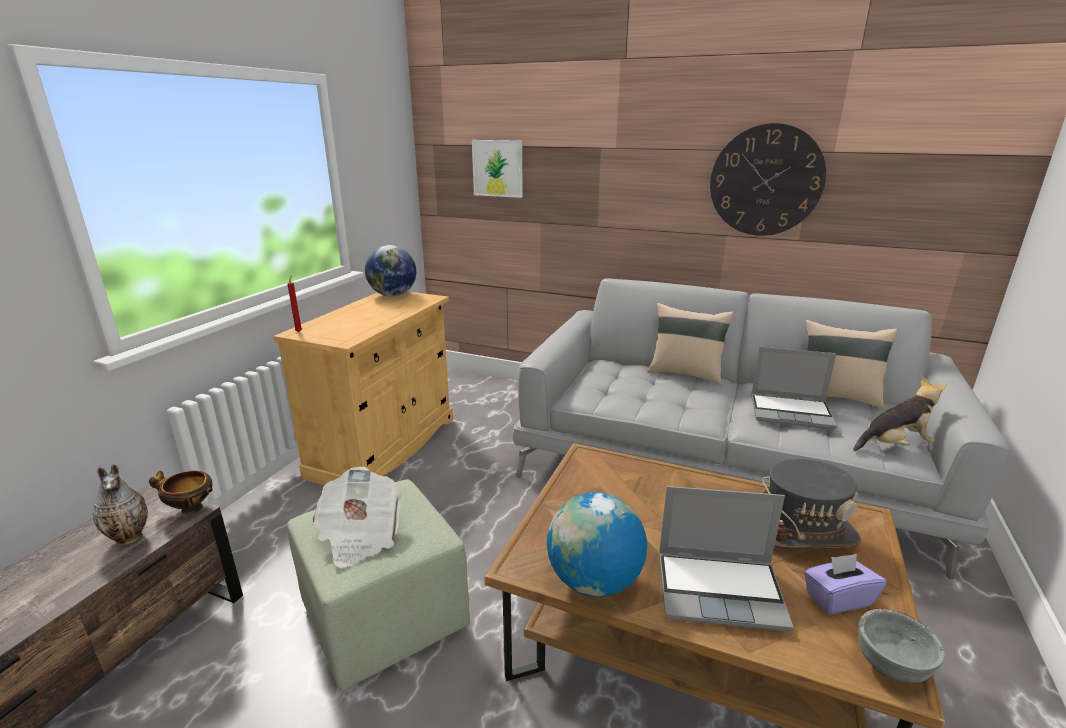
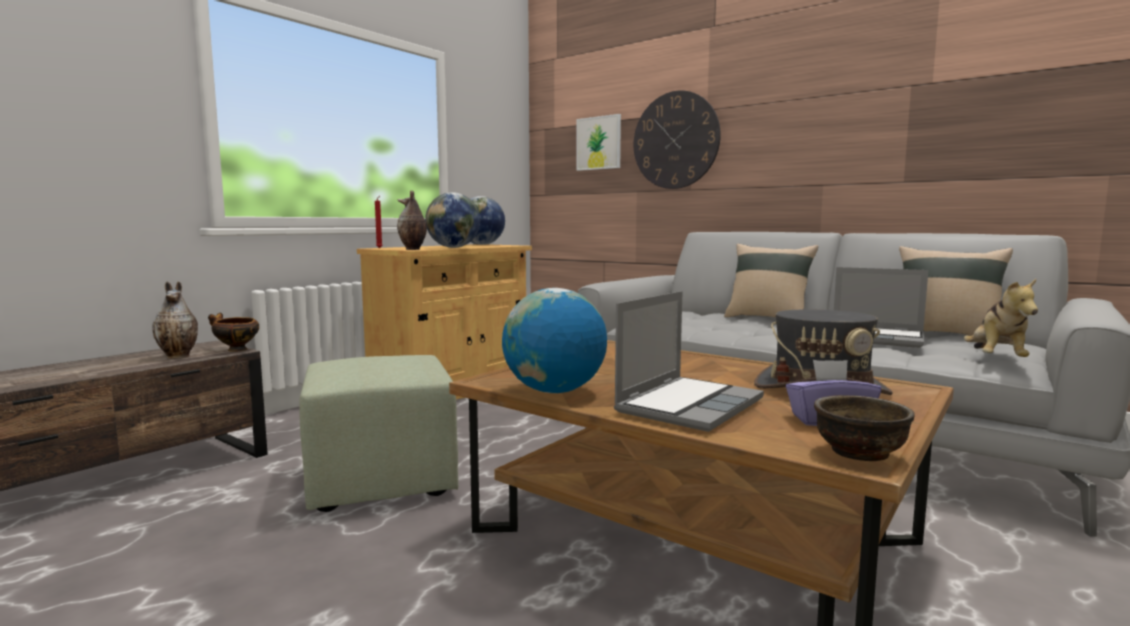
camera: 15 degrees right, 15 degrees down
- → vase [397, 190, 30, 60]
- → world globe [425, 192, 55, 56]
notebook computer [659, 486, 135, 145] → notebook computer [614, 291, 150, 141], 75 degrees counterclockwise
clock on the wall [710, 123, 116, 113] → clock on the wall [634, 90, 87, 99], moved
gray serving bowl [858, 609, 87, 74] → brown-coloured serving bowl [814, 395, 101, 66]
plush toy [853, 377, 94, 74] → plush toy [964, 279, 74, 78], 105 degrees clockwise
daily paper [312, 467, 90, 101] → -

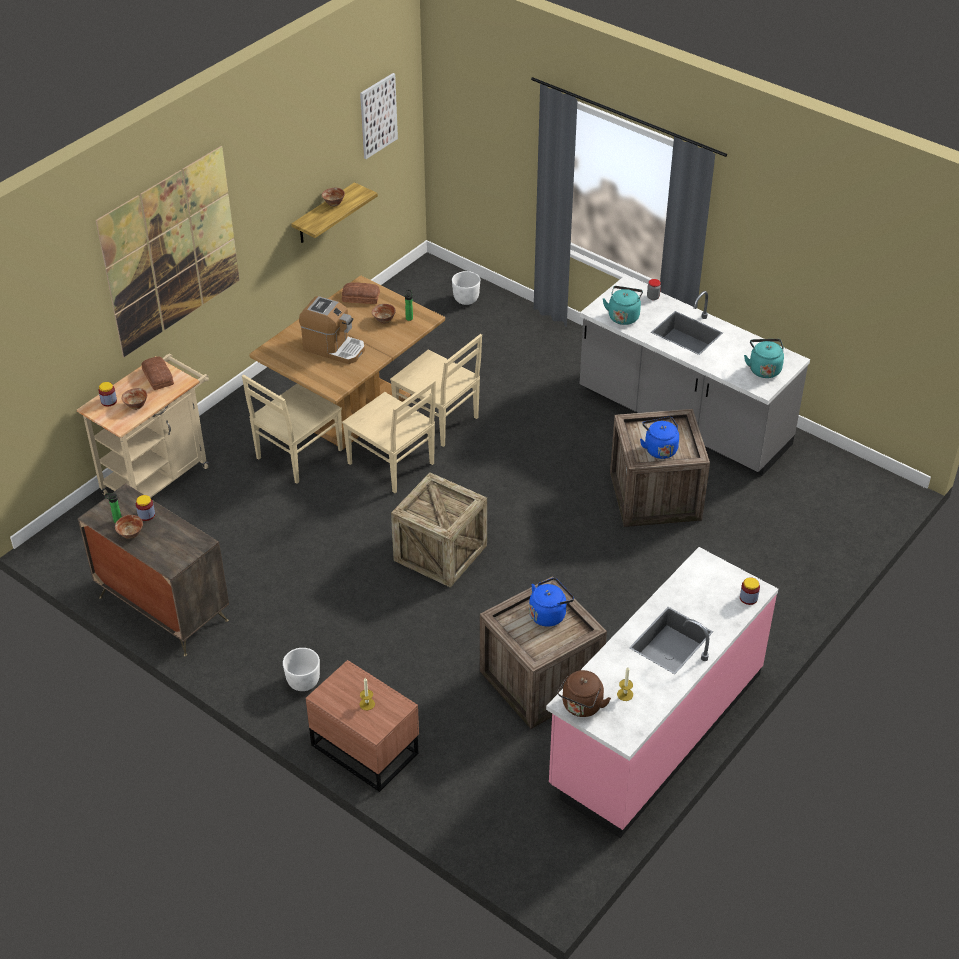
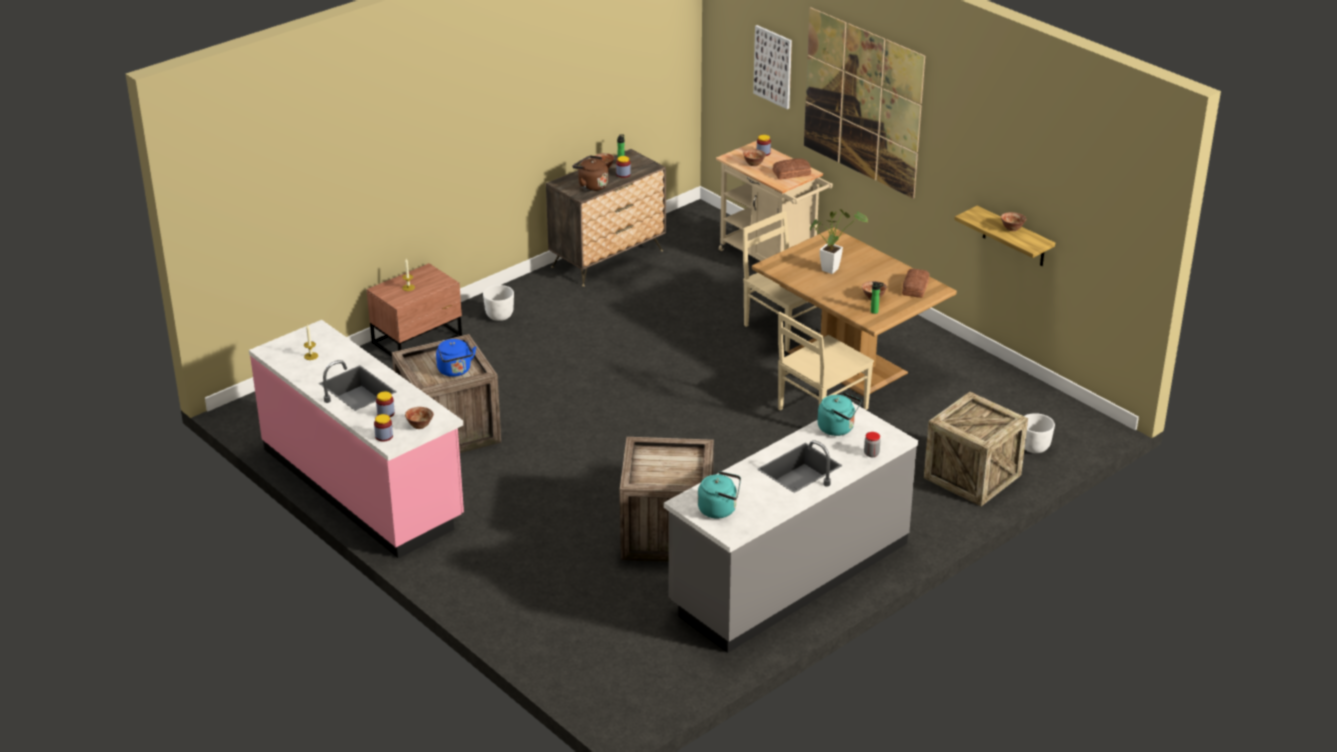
camera: 100 degrees right, 10 degrees down
- → preserve jar [376, 392, 19, 25]
- → serving bowl [405, 407, 29, 22]
brown-coloured tea kettle [558, 670, 53, 47] → brown-coloured tea kettle [572, 156, 37, 35], moved
wall picture [360, 73, 38, 86] → wall picture [753, 25, 39, 84], moved
coffee brewer [299, 296, 66, 68] → plant in a pot [810, 209, 58, 65]
packing crate [391, 472, 96, 116] → packing crate [924, 392, 104, 114], moved
beige-coloured chair [342, 380, 94, 113] → -
bluish tea kettle [640, 417, 39, 42] → -

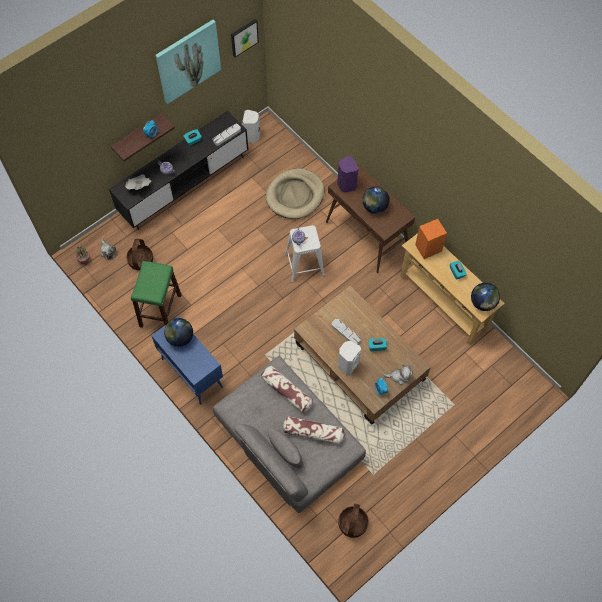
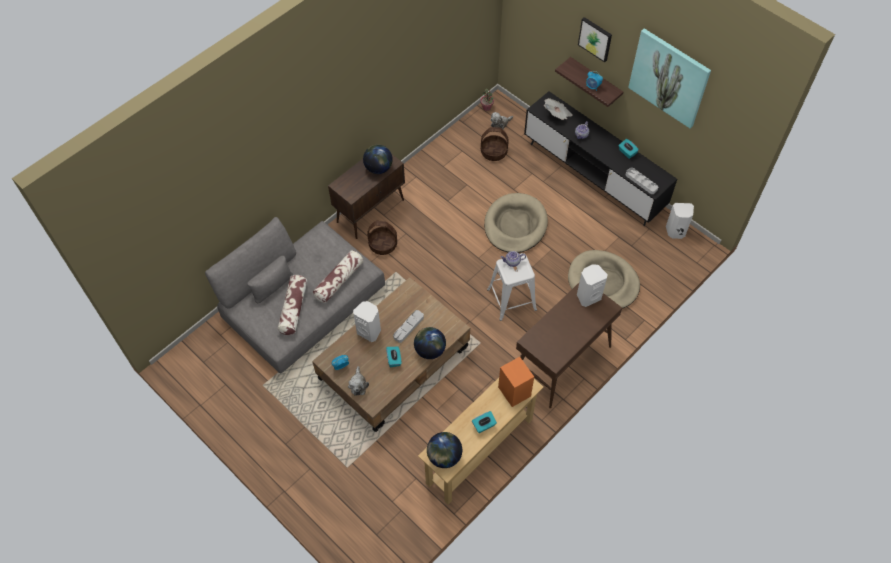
camera: 85 degrees right, 5 degrees down
bluish cupboard [151, 316, 72, 89] → brown-coloured cupboard [328, 155, 77, 84]
household basket [338, 504, 31, 34] → household basket [367, 221, 30, 34], moved
world globe [362, 186, 28, 28] → world globe [414, 327, 32, 32], moved
- → beige-coloured dog bed [484, 193, 64, 60]
purple-coloured audio speaker [337, 156, 22, 37] → white-coloured audio speaker [577, 264, 31, 43]
wall picture [231, 19, 28, 38] → wall picture [578, 17, 34, 45], moved
green stool seat [131, 261, 51, 67] → -

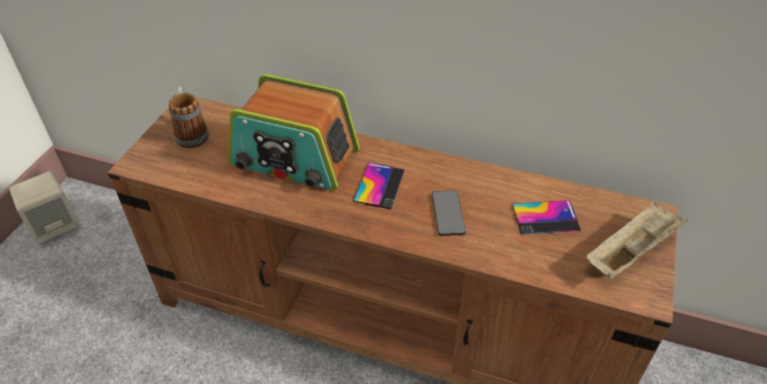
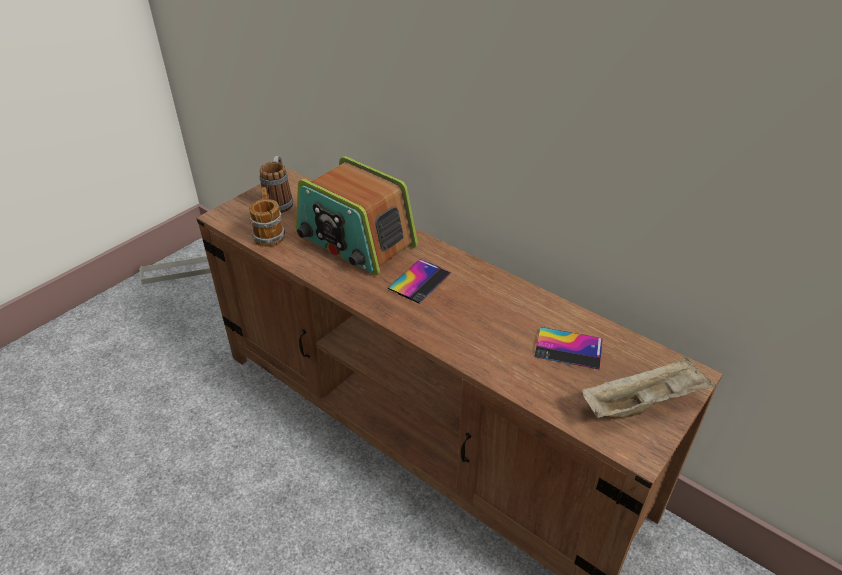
camera: 20 degrees right, 5 degrees down
beige-coloured audio speaker [9, 171, 69, 73] → gray carrying tray [139, 256, 72, 29]
- → mug [249, 187, 36, 60]
telephone [432, 190, 34, 46] → -

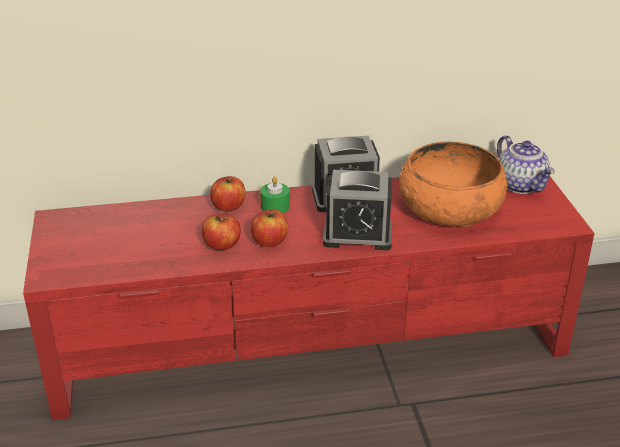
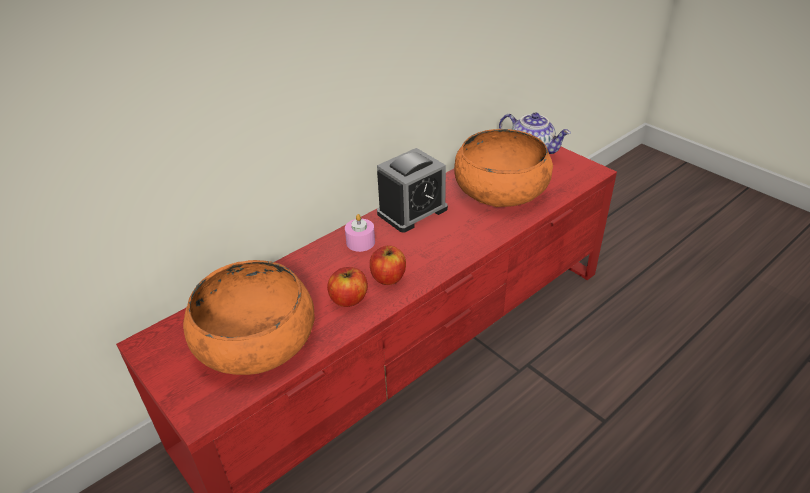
camera: 30 degrees left, 5 degrees up
- → orange serving bowl [183, 260, 131, 115]
green wax candle [260, 176, 30, 37] → pink wax candle [345, 214, 30, 38]
apple [210, 176, 36, 36] → -
table clock [323, 170, 69, 80] → -

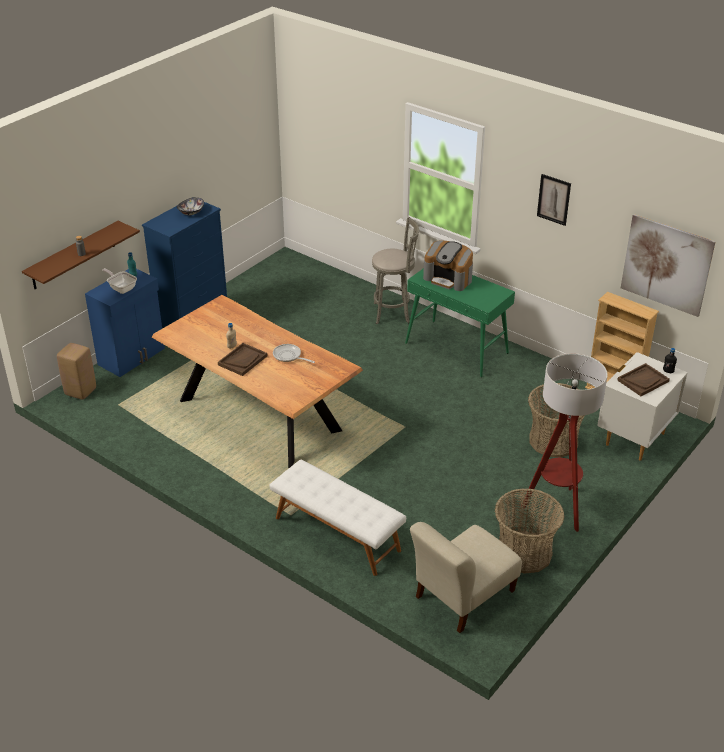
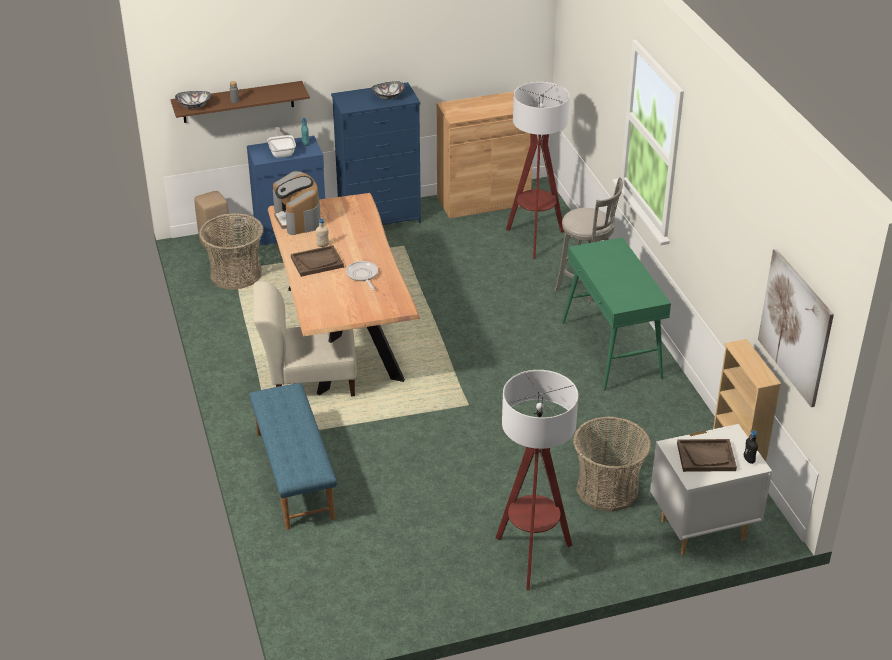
camera: 35 degrees right, 0 degrees up
- → serving bowl [175, 91, 36, 18]
household basket [495, 488, 69, 86] → household basket [199, 213, 65, 77], moved
white-coloured long seat [269, 460, 137, 116] → bluish long seat [249, 383, 88, 147]
beige-coloured chair [410, 522, 112, 111] → beige-coloured chair [253, 281, 104, 115], moved
coffee brewer [423, 241, 50, 50] → coffee brewer [273, 171, 48, 64], moved
- → brown-coloured cupboard [437, 91, 95, 128]
- → floor lamp [506, 82, 64, 177]
wall picture [537, 174, 34, 52] → -

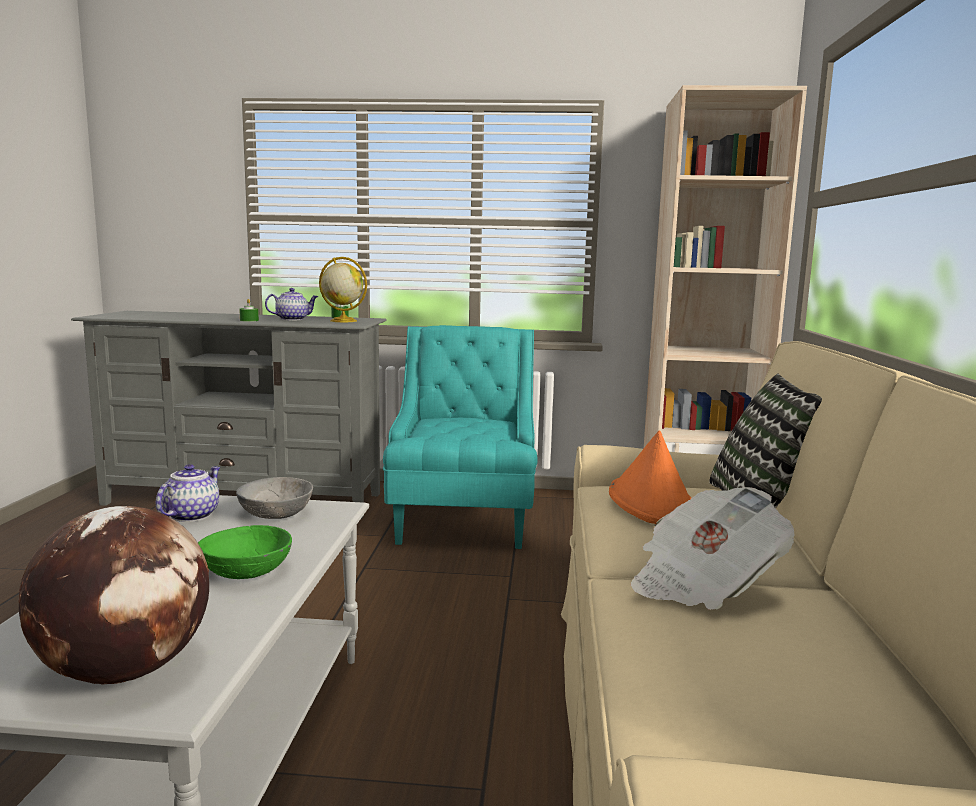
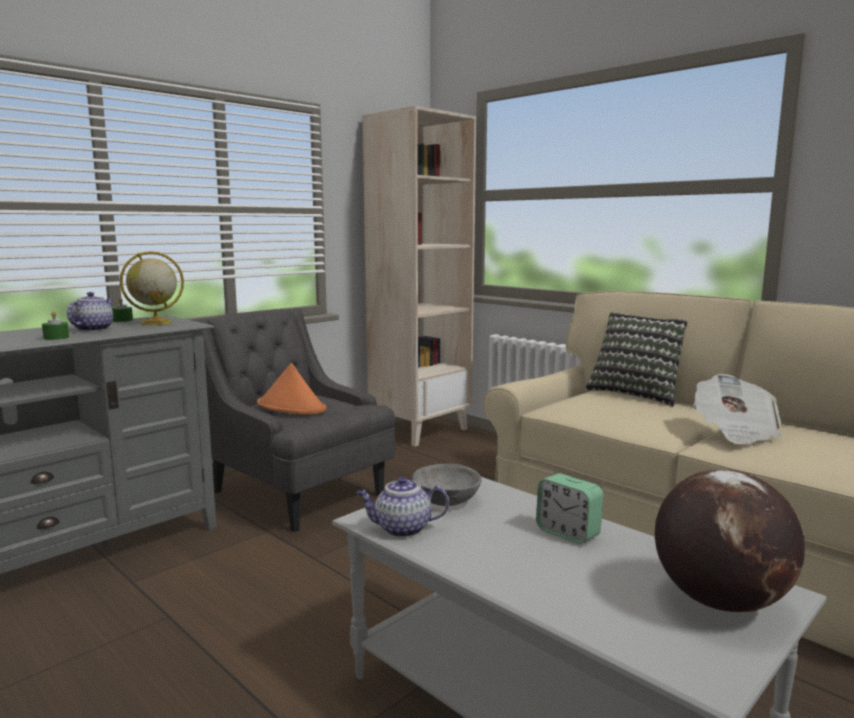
camera: 50 degrees left, 0 degrees up
blue-green armchair [383, 325, 155, 224] → gray armchair [192, 308, 204, 224]
orange wearable hat [609, 430, 82, 94] → orange wearable hat [257, 363, 69, 51], moved
teapot [156, 464, 64, 58] → teapot [356, 477, 93, 60], 60 degrees counterclockwise
green serving bowl [198, 525, 94, 54] → table clock [536, 473, 67, 71]

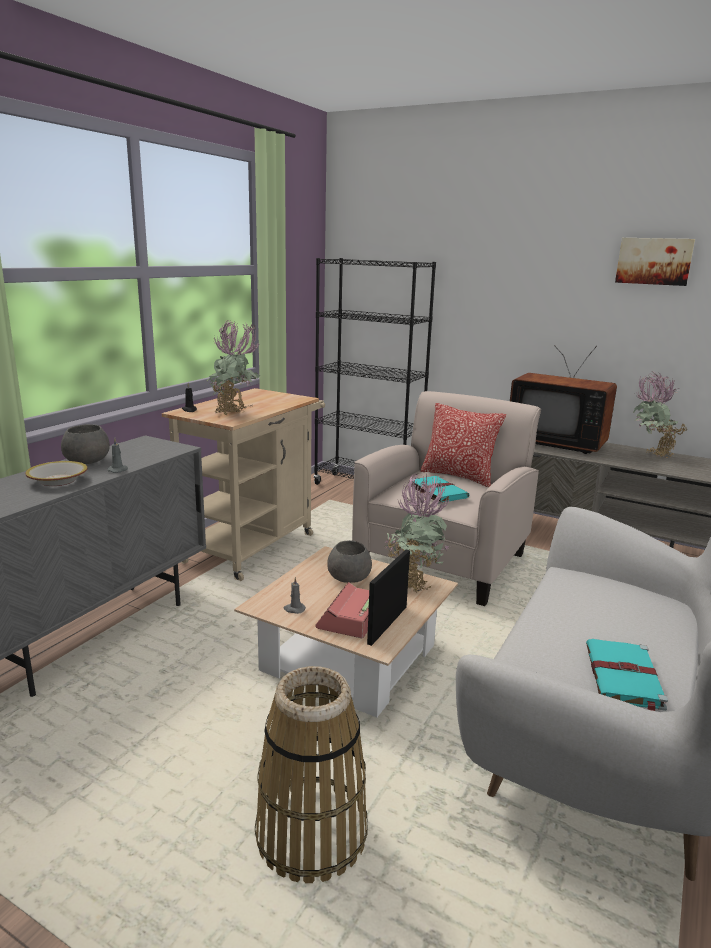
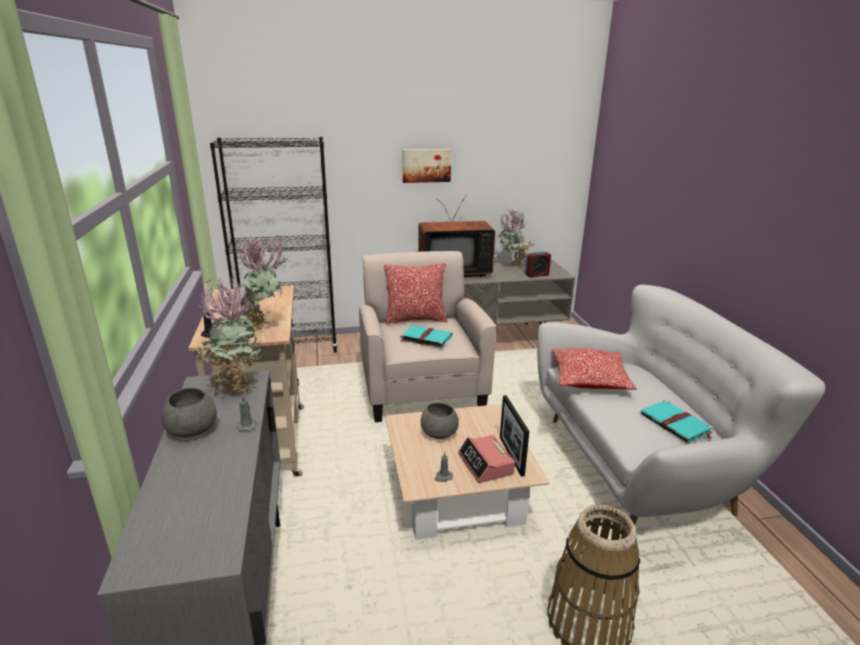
camera: 40 degrees left, 5 degrees up
plant in a pot [384, 473, 66, 119] → plant in a pot [195, 278, 69, 119], moved
wall picture [615, 238, 80, 48] → wall picture [403, 149, 48, 34], moved
- → table clock [524, 251, 27, 26]
- → throw pillow [552, 348, 85, 42]
serving bowl [25, 461, 63, 25] → -

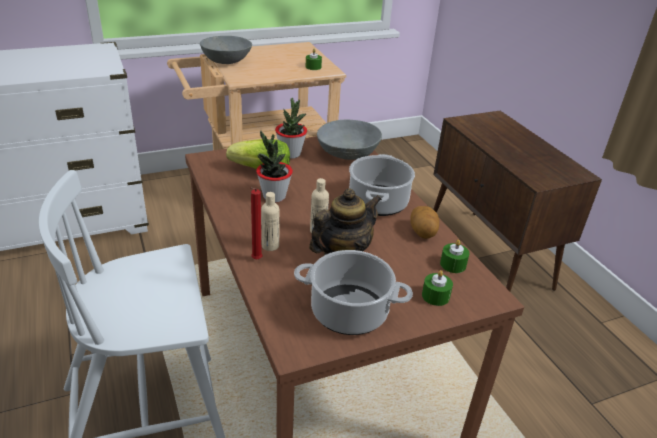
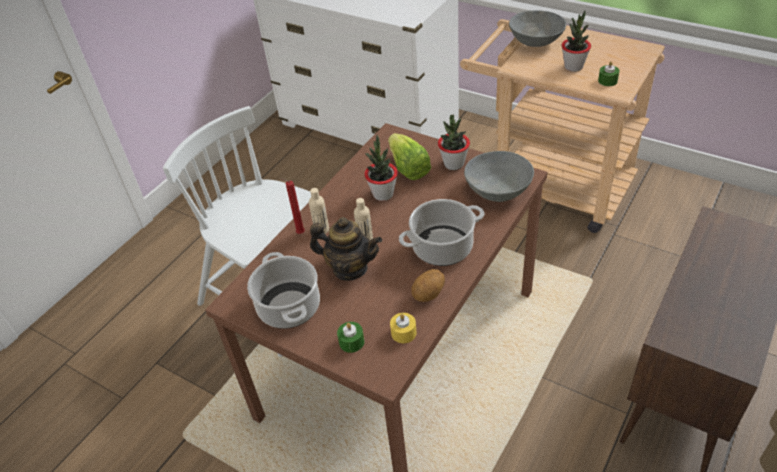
camera: 60 degrees right, 10 degrees up
green wax candle [440, 240, 30, 33] → yellow-coloured wax candle [390, 313, 27, 30]
- → plant in a pot [562, 11, 29, 61]

